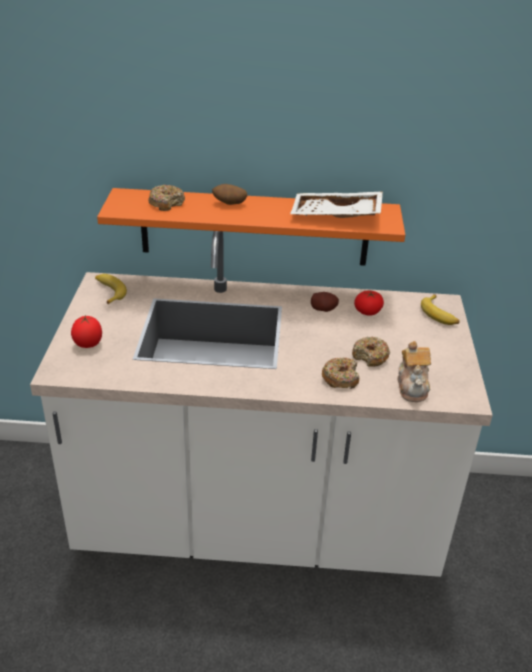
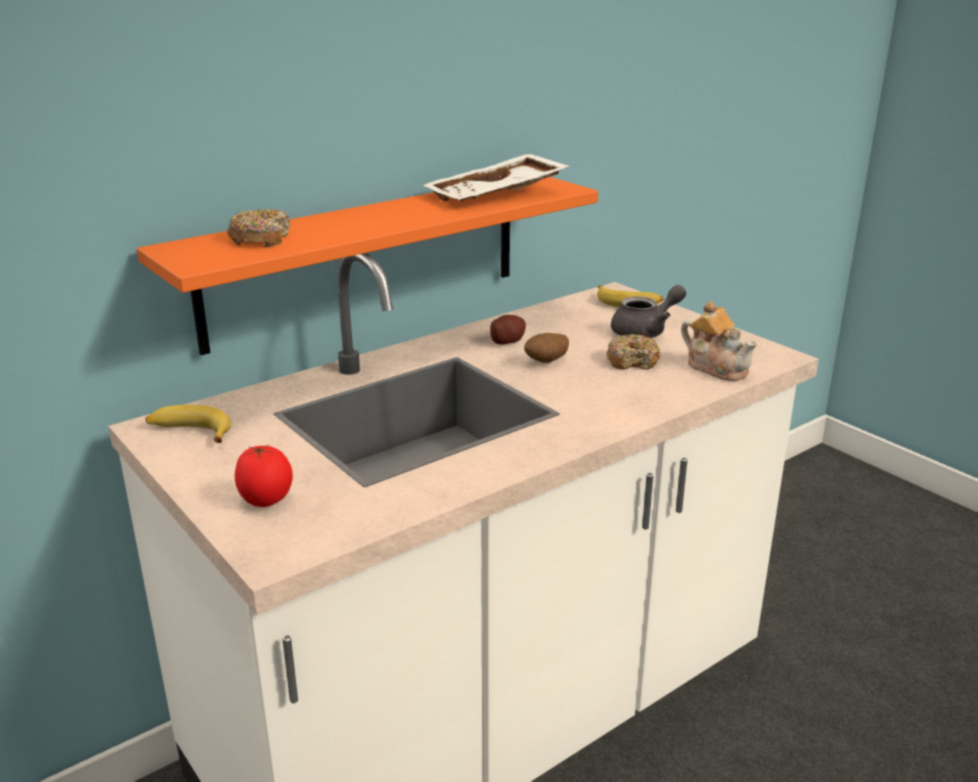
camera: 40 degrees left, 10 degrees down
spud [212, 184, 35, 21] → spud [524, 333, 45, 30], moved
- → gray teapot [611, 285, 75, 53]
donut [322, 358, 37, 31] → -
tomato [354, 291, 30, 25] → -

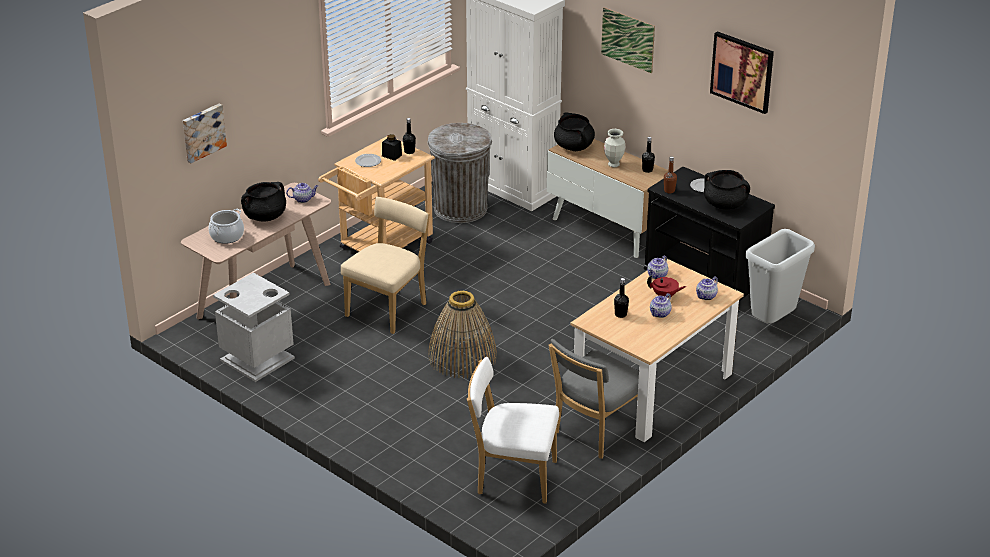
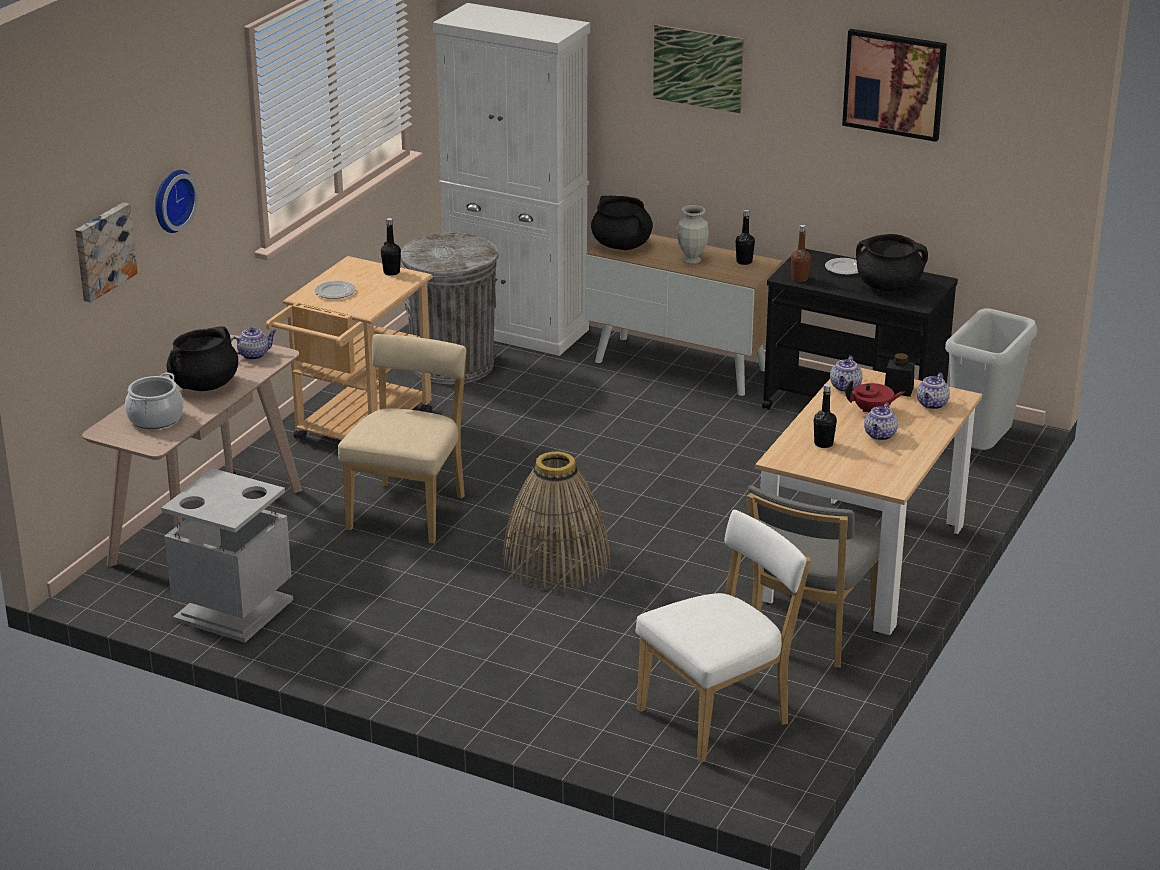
camera: 15 degrees left, 5 degrees down
- → clock on the wall [155, 170, 43, 63]
white-coloured chair [467, 357, 92, 146] → white-coloured chair [635, 510, 176, 253], 150 degrees clockwise
black-coloured preserve jar [382, 134, 20, 27] → black-coloured preserve jar [885, 353, 30, 44], moved

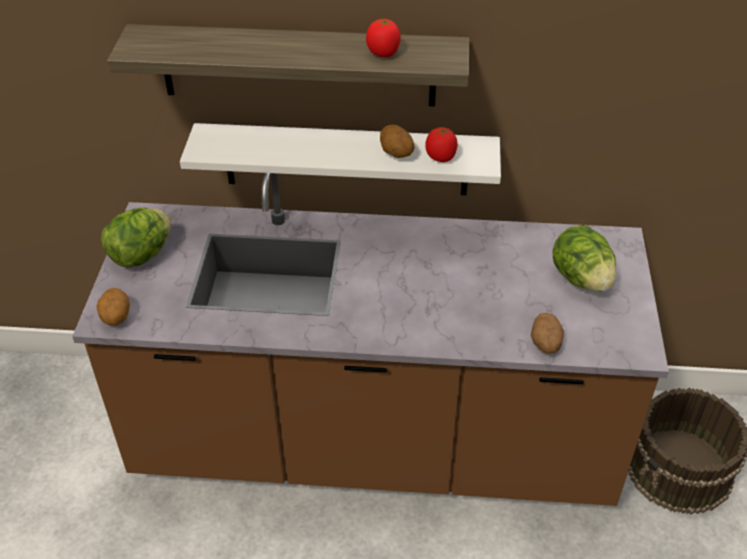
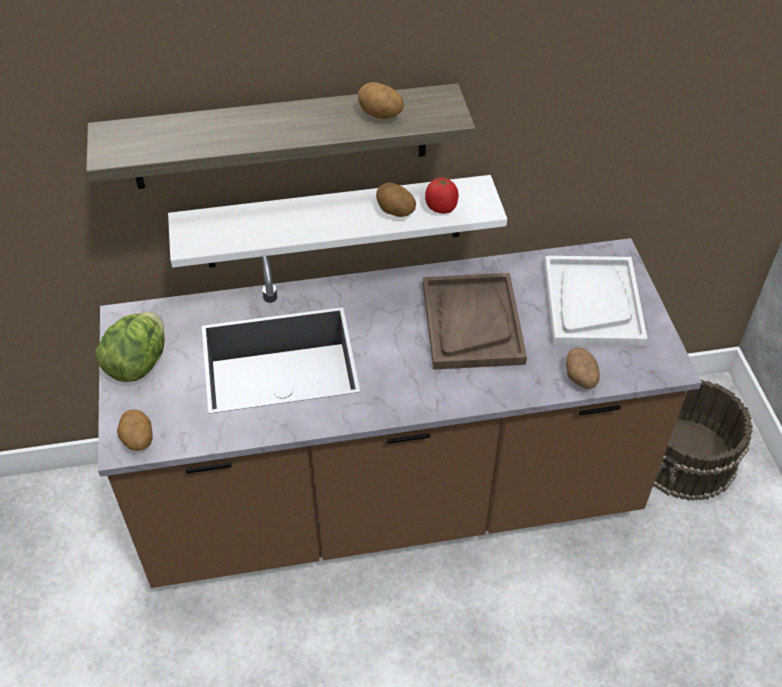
camera: 15 degrees left, 5 degrees up
tomato [366, 19, 35, 38] → spud [358, 82, 46, 37]
- → brown-coloured carrying tray [423, 273, 104, 97]
head of lettuce [552, 225, 64, 67] → white-coloured carrying tray [544, 256, 104, 90]

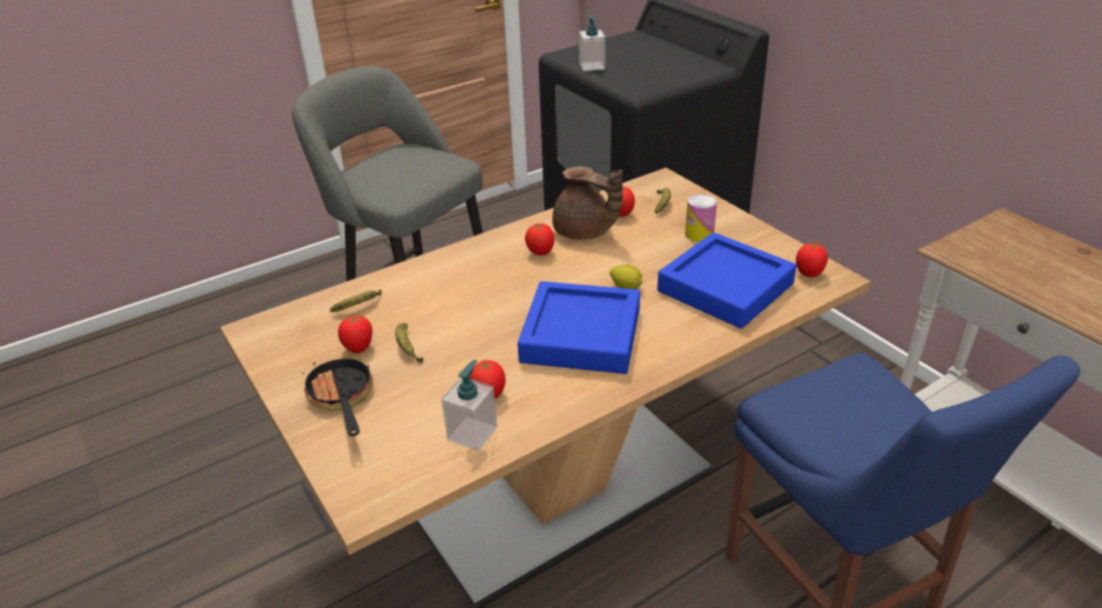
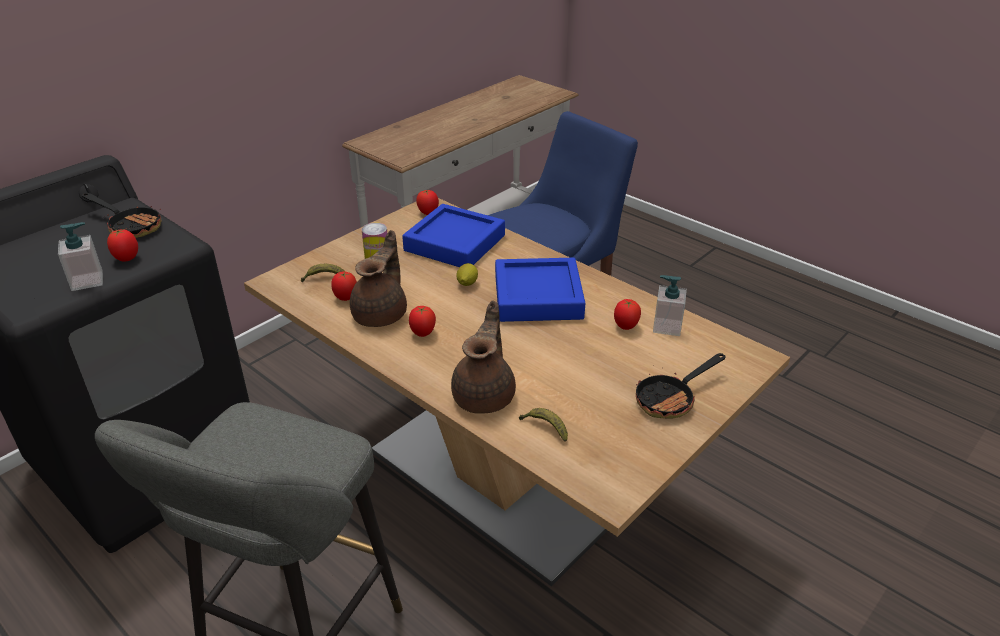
camera: 105 degrees left, 0 degrees up
- → pan [82, 193, 79, 45]
tomato [338, 315, 34, 38] → tomato [107, 229, 31, 33], moved
- → brown-coloured teapot [451, 301, 65, 113]
banana fruit [395, 323, 28, 40] → -

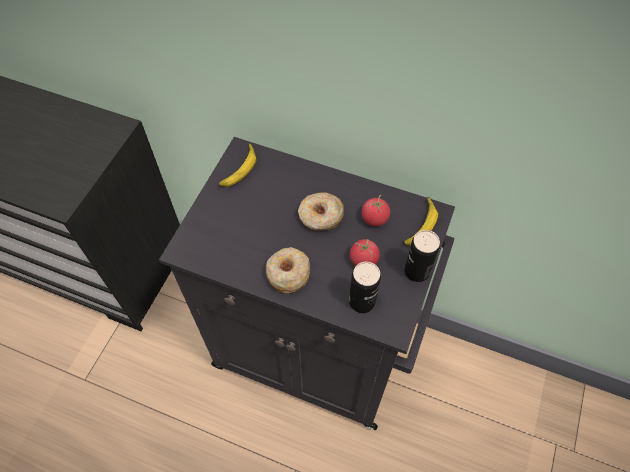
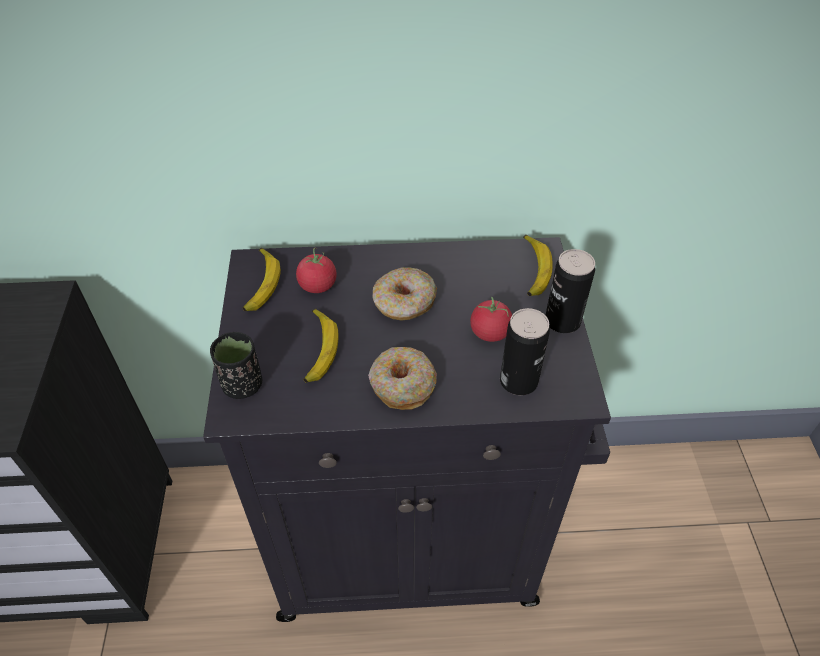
camera: 25 degrees left, 10 degrees down
- → black-coloured small cup [210, 332, 52, 67]
tomato [361, 195, 29, 31] → tomato [296, 247, 40, 46], moved
- → banana fruit [303, 308, 36, 75]

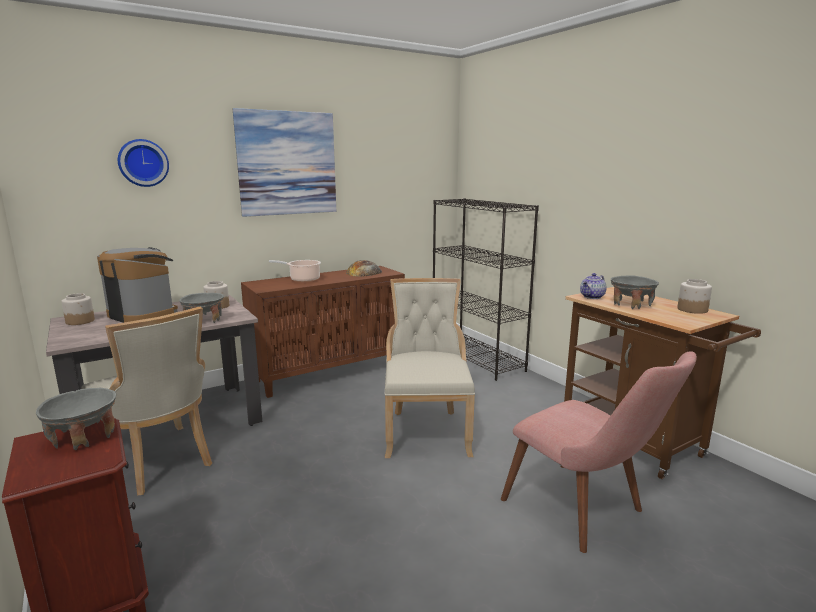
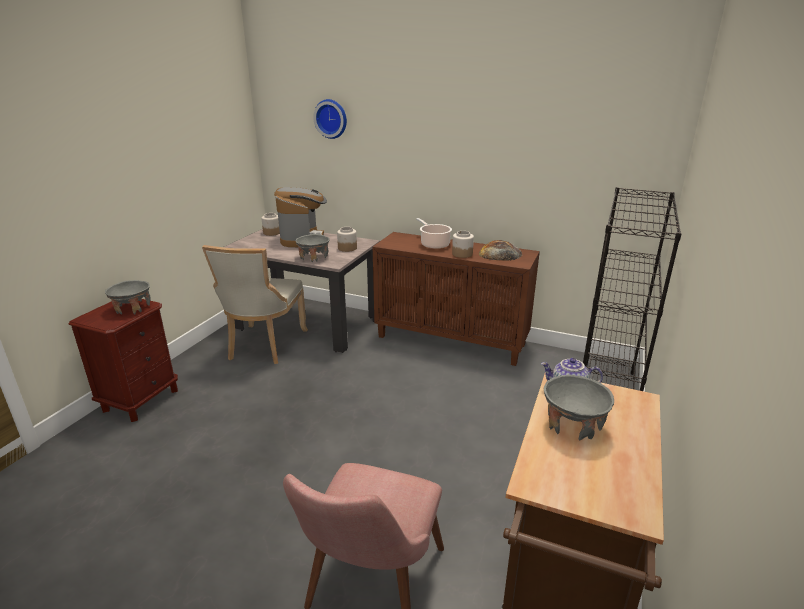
camera: 55 degrees right, 10 degrees up
preserve jar [677, 279, 35, 35] → preserve jar [452, 231, 22, 27], moved
wall picture [233, 108, 103, 109] → -
beige-coloured chair [385, 278, 90, 180] → -

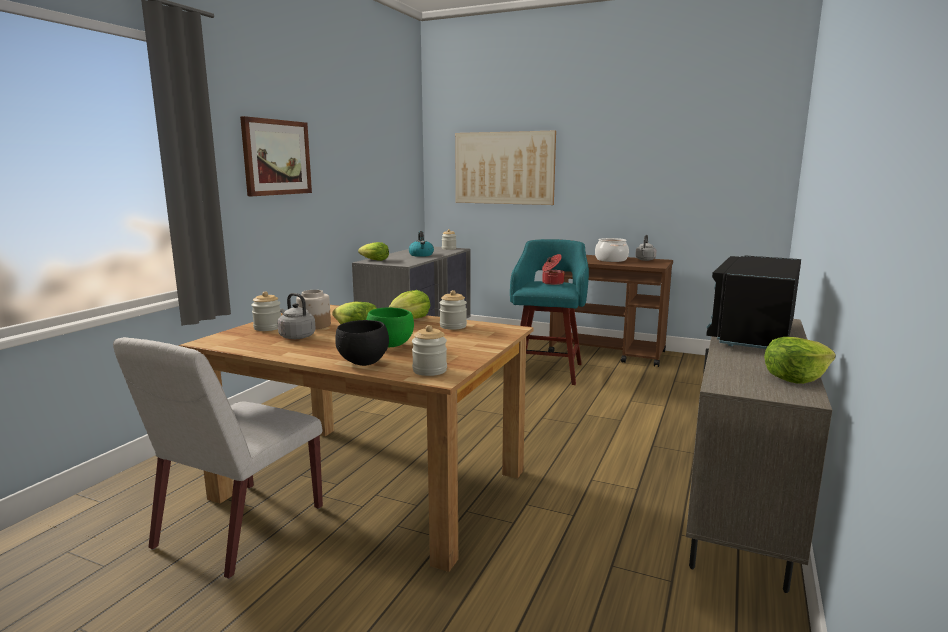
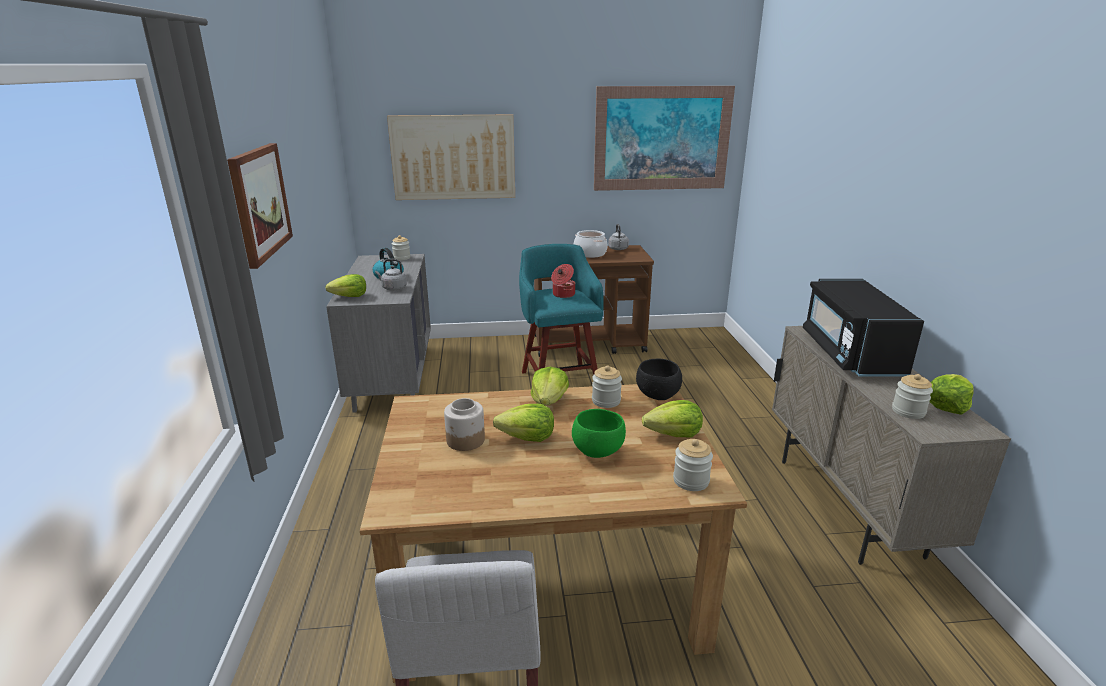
camera: 30 degrees left, 10 degrees up
gray tea kettle [277, 293, 39, 46] → gray tea kettle [375, 259, 32, 31], moved
- → wall picture [594, 86, 141, 105]
black-coloured serving bowl [335, 320, 54, 46] → black-coloured serving bowl [636, 359, 46, 41], moved
- → head of lettuce [642, 400, 61, 38]
preserve jar [251, 292, 30, 39] → preserve jar [892, 374, 41, 45], moved

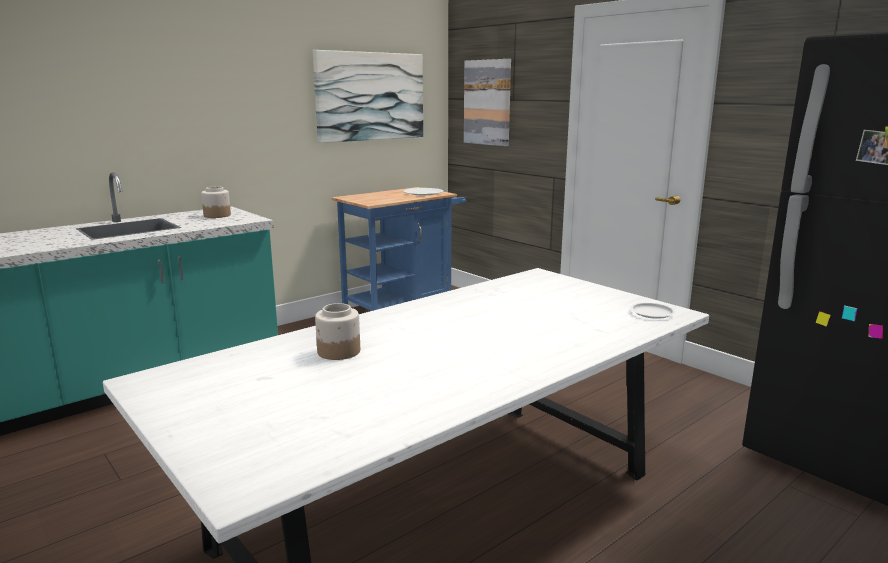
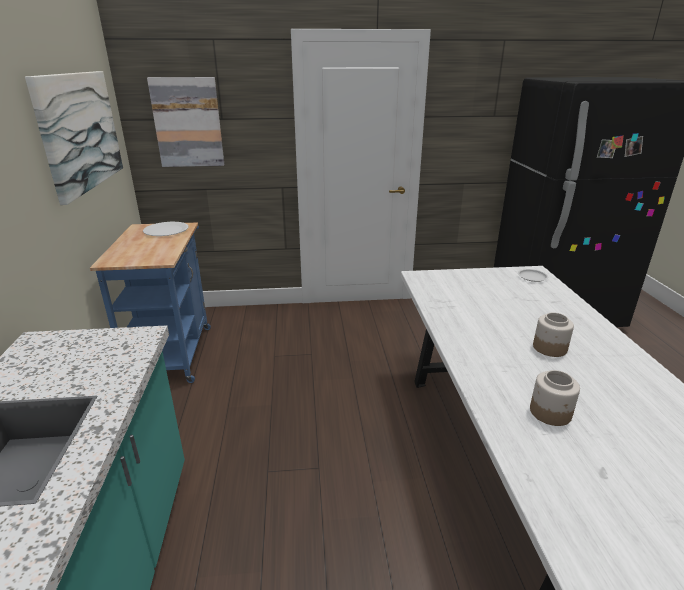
camera: 55 degrees left, 10 degrees up
preserve jar [201, 186, 30, 32] → preserve jar [533, 312, 41, 45], moved

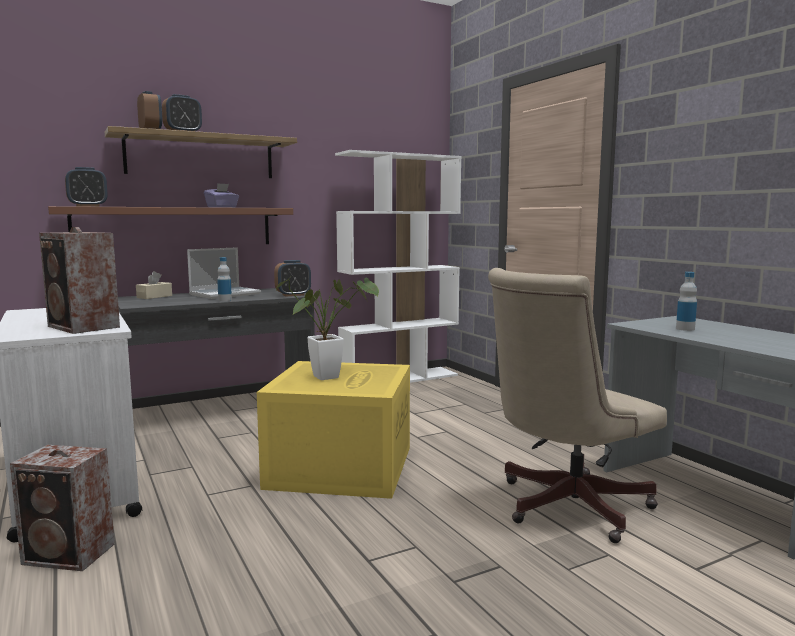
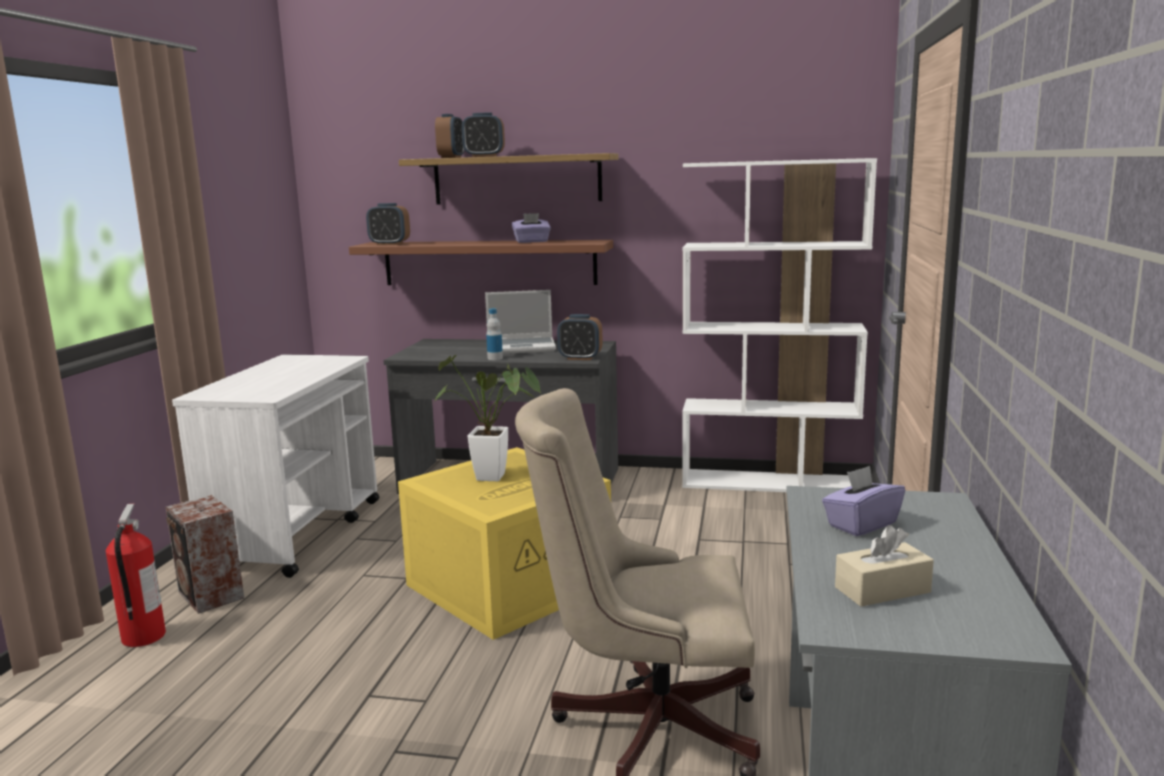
camera: 40 degrees right, 5 degrees up
- → fire extinguisher [106, 504, 60, 143]
beverage bottle [676, 272, 21, 59] → purple-coloured tissue holder [822, 466, 83, 70]
beige-coloured tissue holder [136, 271, 36, 28] → beige-coloured tissue holder [835, 525, 99, 82], moved
audio speaker [39, 227, 81, 107] → -

